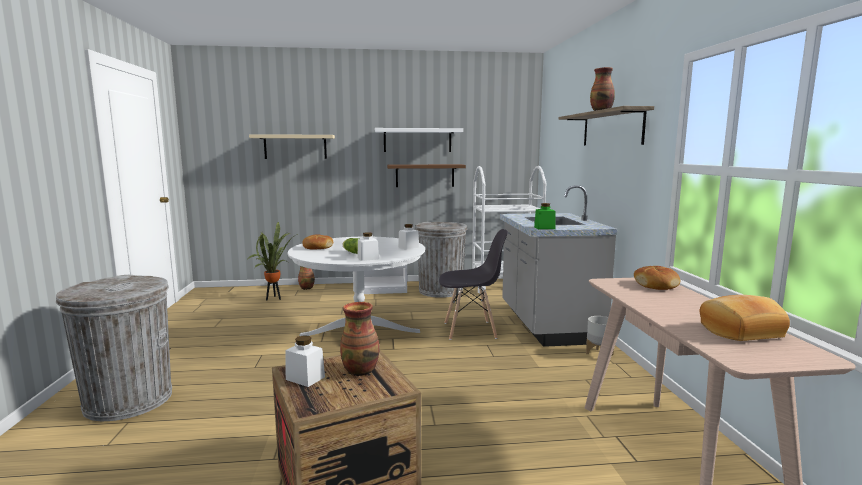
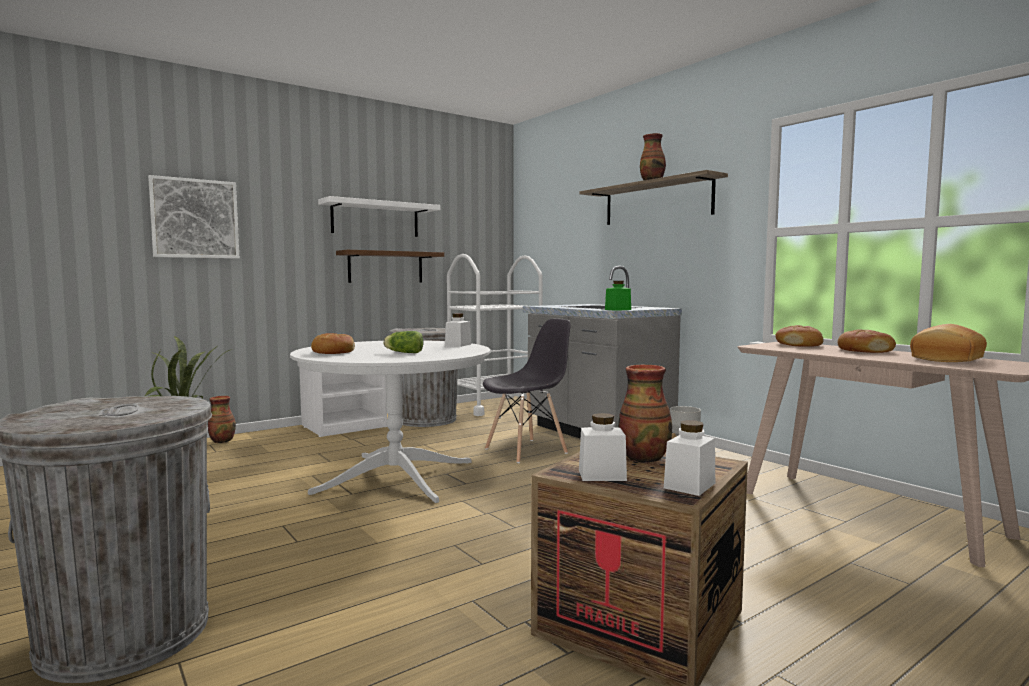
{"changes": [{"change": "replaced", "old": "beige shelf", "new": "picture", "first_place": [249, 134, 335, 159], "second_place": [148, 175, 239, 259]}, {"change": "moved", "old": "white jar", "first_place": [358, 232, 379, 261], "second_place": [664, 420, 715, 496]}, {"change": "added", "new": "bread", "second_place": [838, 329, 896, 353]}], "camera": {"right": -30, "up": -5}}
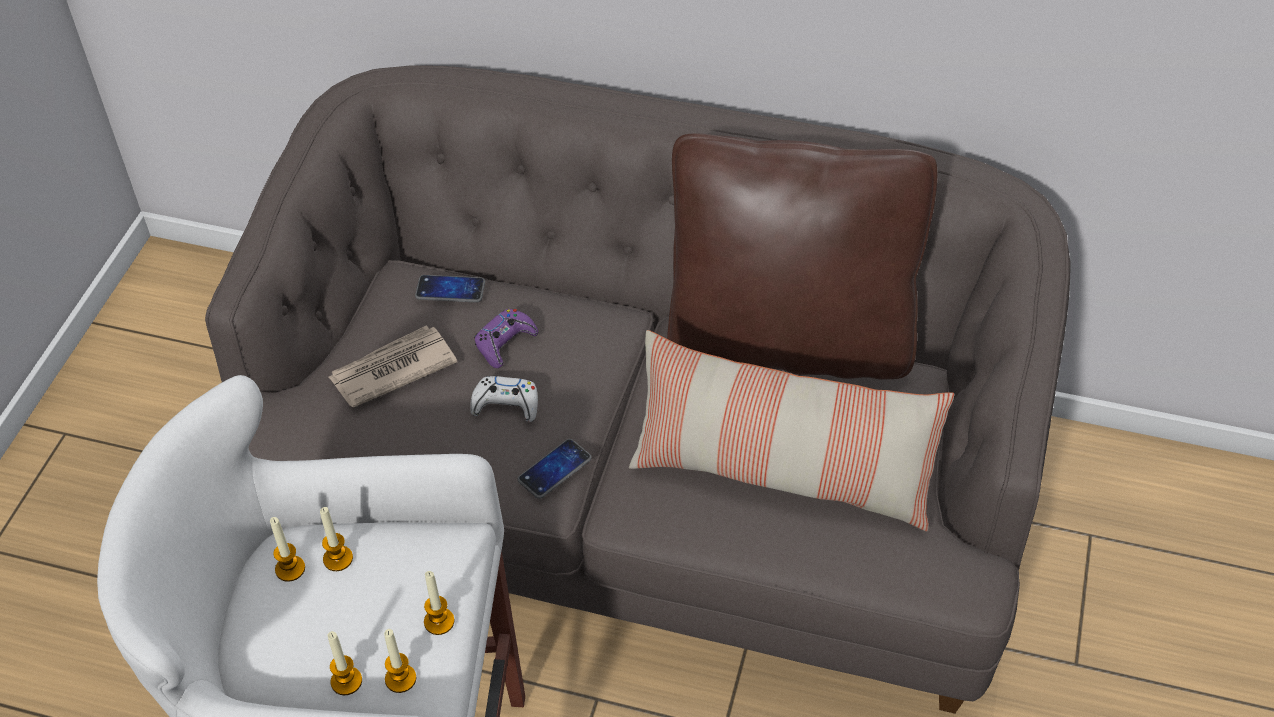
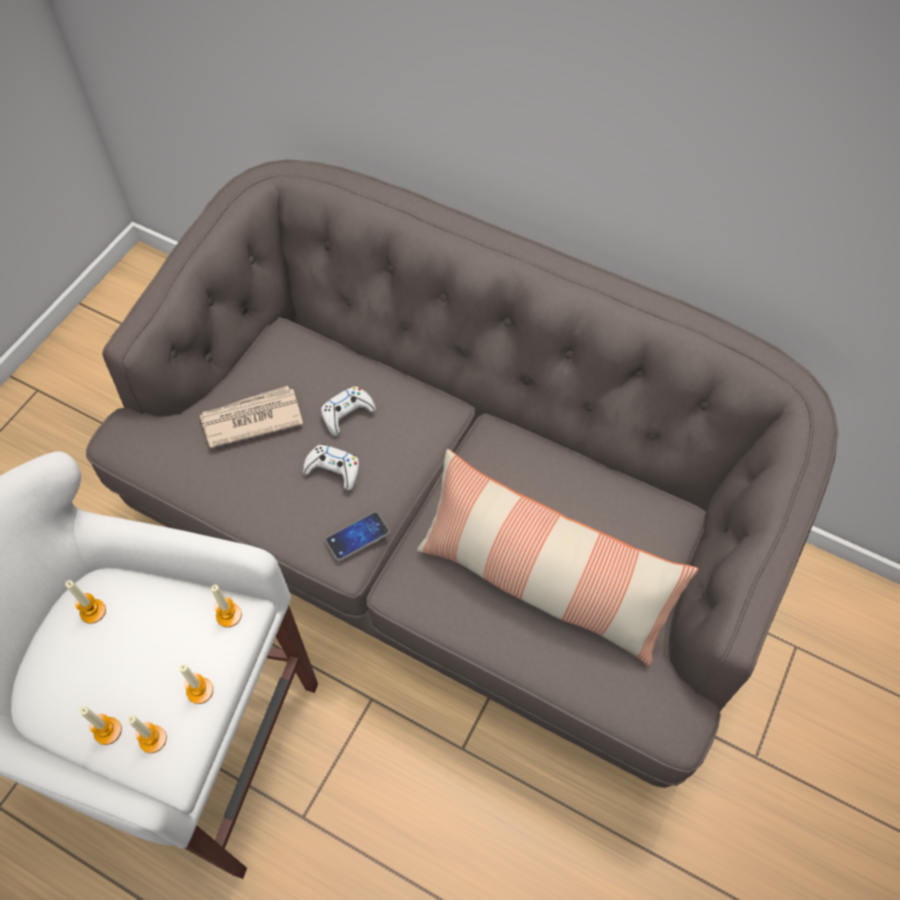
{"changes": [{"change": "moved", "old": "candle", "first_place": [320, 507, 353, 571], "second_place": [211, 585, 242, 627]}, {"change": "removed", "old": "phone", "first_place": [415, 275, 485, 303]}, {"change": "recoloured", "old": "purple game controller", "new": "white game controller", "first_place": [474, 309, 538, 368], "second_place": [321, 386, 376, 436]}, {"change": "removed", "old": "brown pillow", "first_place": [667, 133, 937, 380]}], "camera": {"right": 10, "up": 10}}
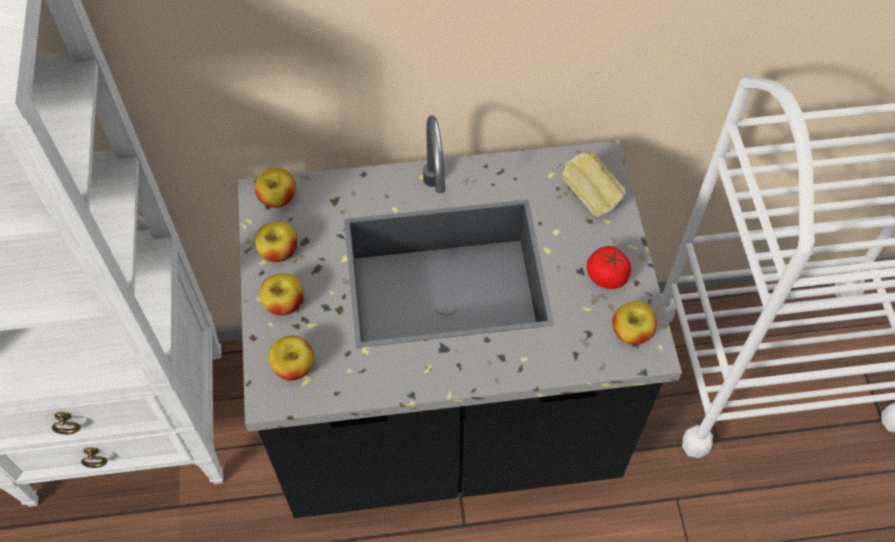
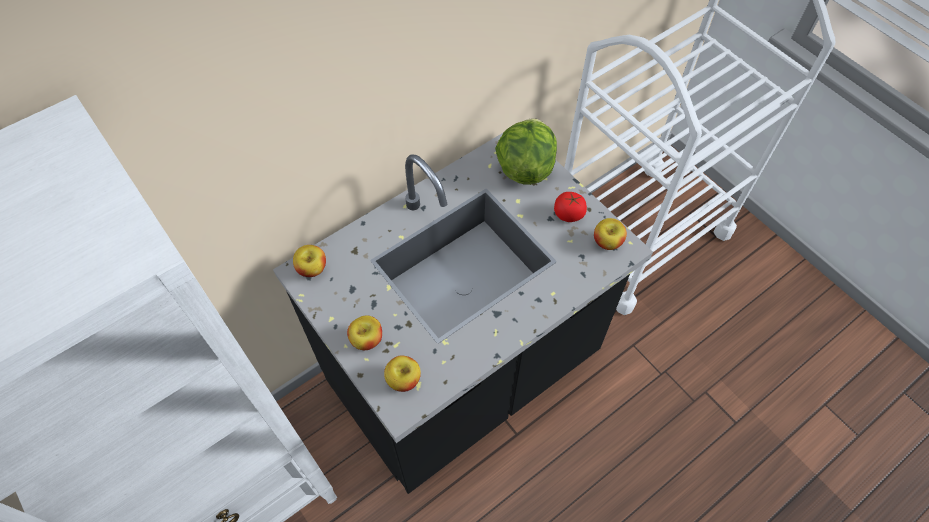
{"changes": [{"change": "removed", "old": "apple", "first_place": [255, 222, 297, 262]}, {"change": "replaced", "old": "bread", "new": "lettuce", "first_place": [561, 150, 626, 217], "second_place": [495, 118, 557, 185]}], "camera": {"right": -30, "up": 0}}
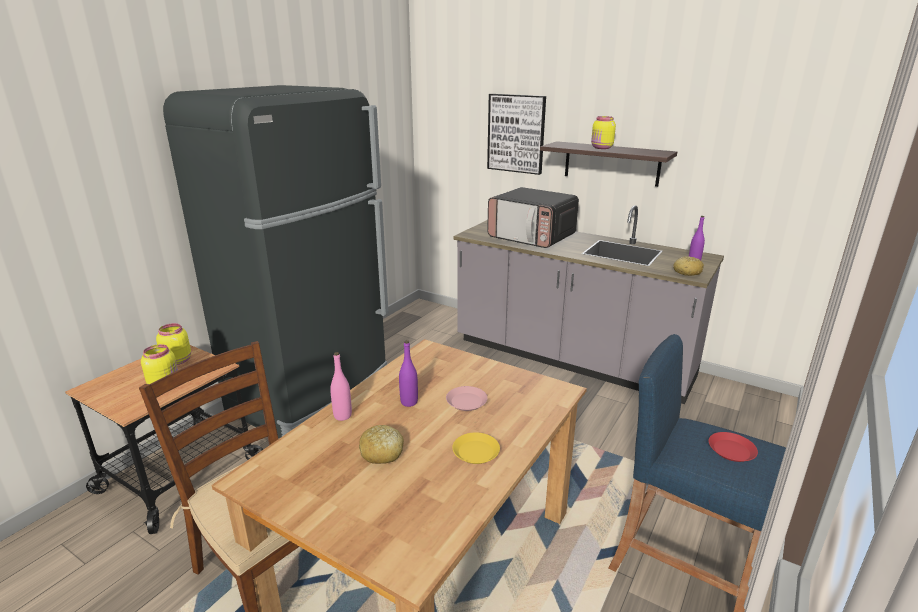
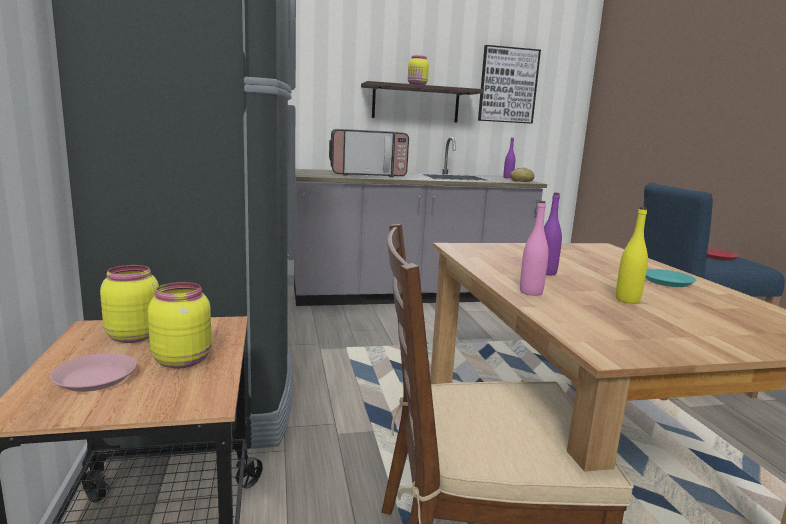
{"changes": [{"change": "replaced", "old": "bread", "new": "yellow bottle", "first_place": [359, 425, 404, 464], "second_place": [616, 207, 648, 304]}, {"change": "moved", "old": "pink plate", "first_place": [446, 386, 488, 411], "second_place": [50, 353, 137, 392]}, {"change": "recoloured", "old": "yellow plate", "new": "turquoise plate", "first_place": [452, 432, 500, 464], "second_place": [646, 269, 696, 287]}, {"change": "moved", "old": "picture", "first_place": [487, 94, 546, 175], "second_place": [478, 45, 541, 124]}], "camera": {"right": -45, "up": -10}}
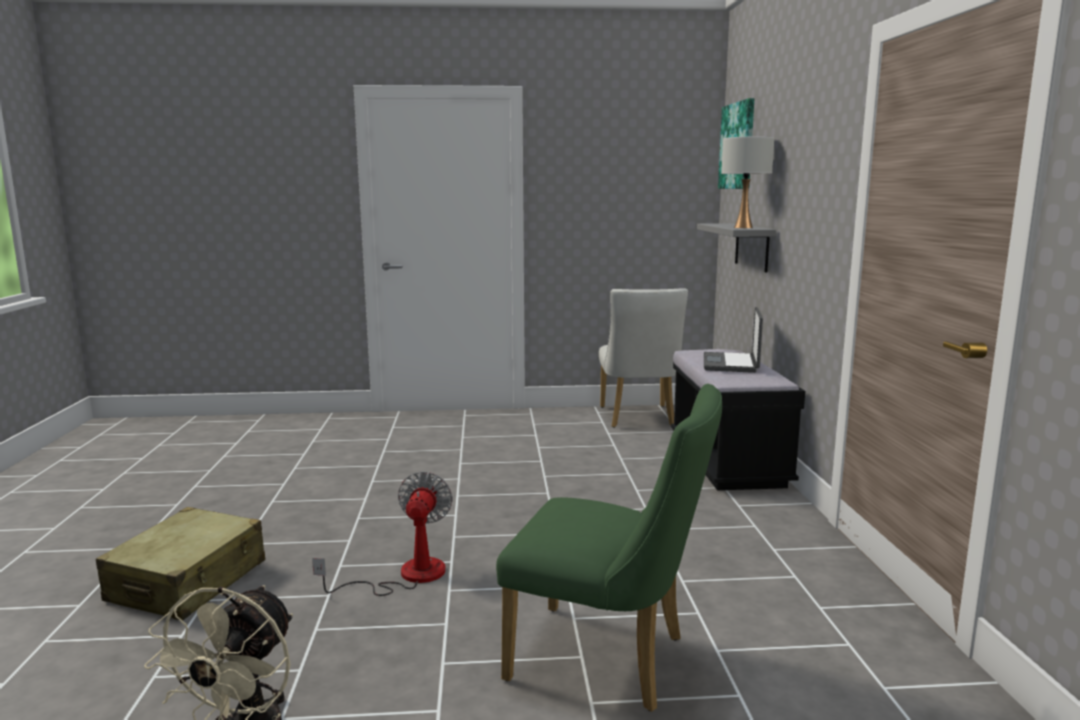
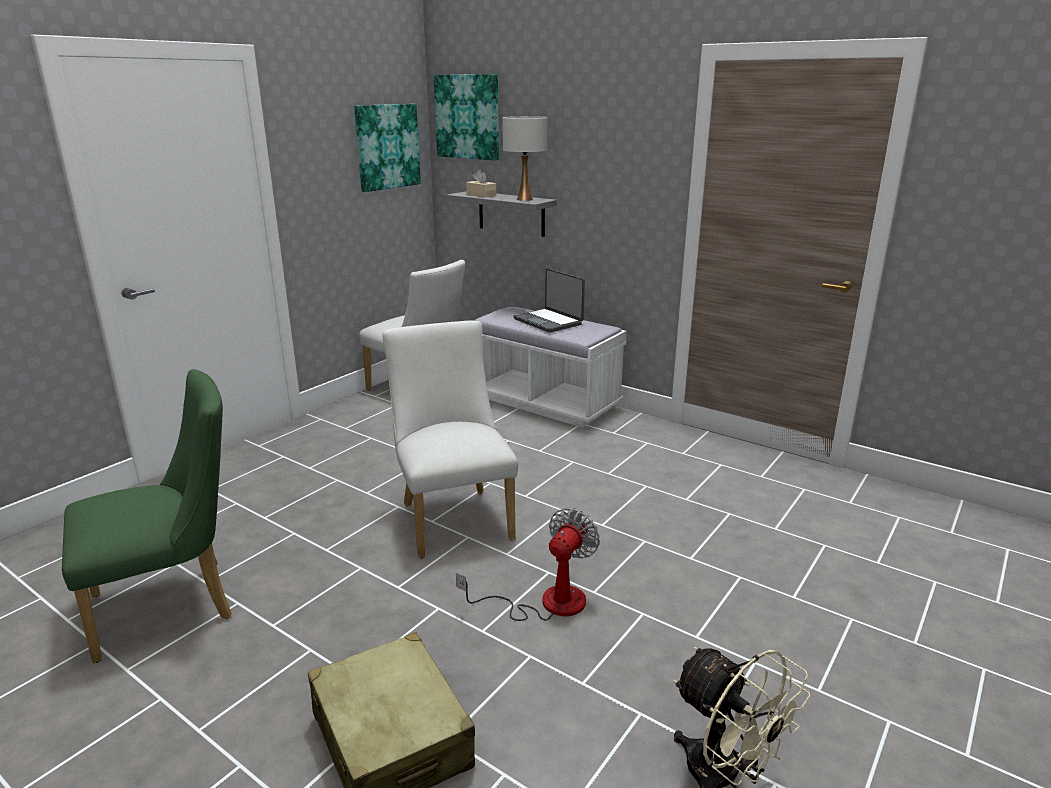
{"changes": [{"change": "turned", "old": "fan", "first_place": [312, 471, 453, 596], "second_place": [456, 508, 600, 621], "degrees": 75}, {"change": "moved", "old": "green chair", "first_place": [496, 384, 722, 712], "second_place": [62, 369, 232, 663]}, {"change": "recoloured", "old": "black bench", "new": "white bench", "first_place": [671, 349, 805, 490], "second_place": [474, 307, 627, 428]}, {"change": "added", "new": "picture", "second_place": [354, 104, 421, 192]}, {"change": "added", "new": "white chair", "second_place": [382, 321, 518, 558]}, {"change": "added", "new": "beige tissue box", "second_place": [466, 170, 496, 198]}], "camera": {"right": -50, "up": 10}}
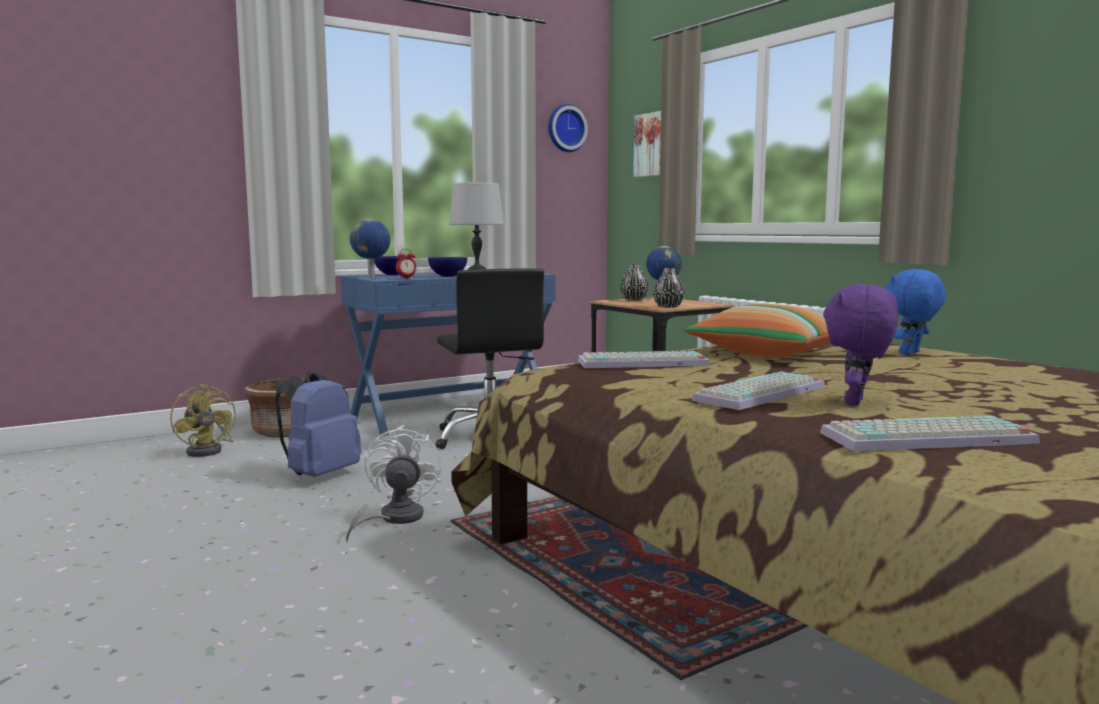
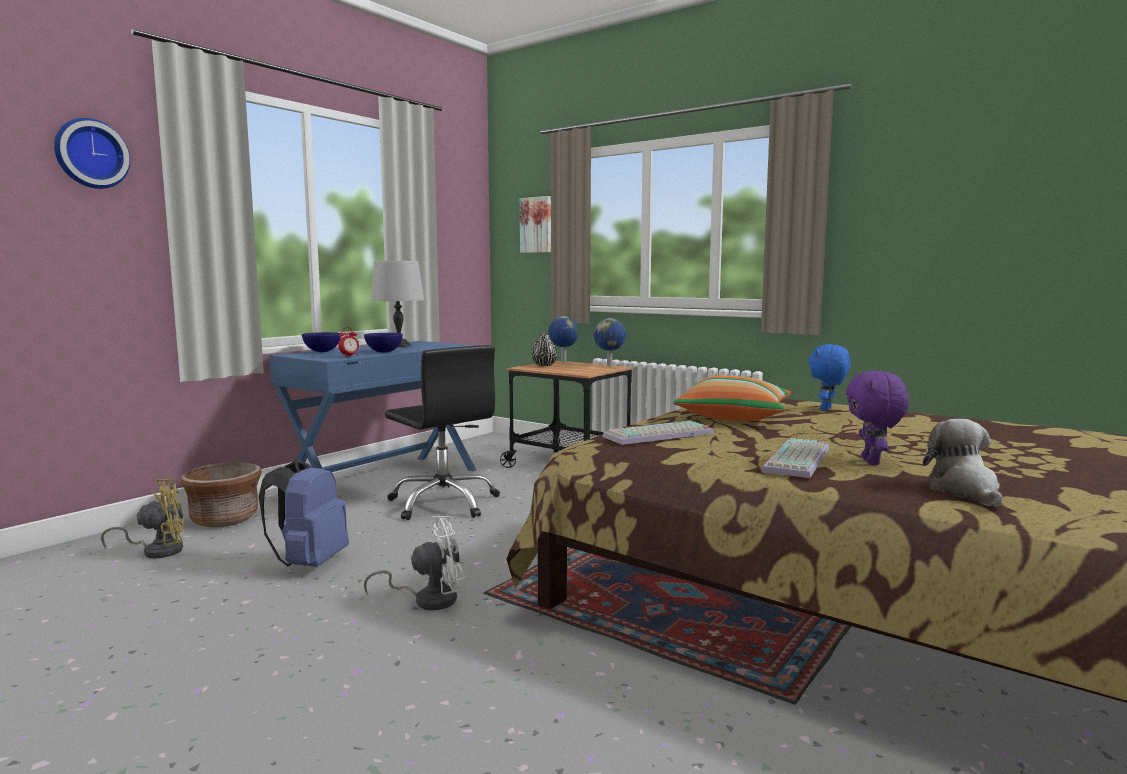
{"changes": [{"change": "turned", "old": "yellow fan", "first_place": [170, 384, 236, 457], "second_place": [101, 479, 184, 559], "degrees": -60}, {"change": "turned", "old": "white fan", "first_place": [346, 425, 441, 542], "second_place": [364, 516, 465, 610], "degrees": 90}, {"change": "moved", "old": "globe", "first_place": [350, 219, 390, 278], "second_place": [594, 318, 626, 366]}, {"change": "moved", "old": "wall clock", "first_place": [548, 104, 588, 152], "second_place": [54, 118, 130, 189]}, {"change": "removed", "old": "black vase", "first_place": [653, 268, 685, 308]}, {"change": "replaced", "old": "keyboard", "new": "plush toy", "first_place": [820, 416, 1040, 451], "second_place": [923, 419, 1003, 507]}], "camera": {"right": -20, "up": 0}}
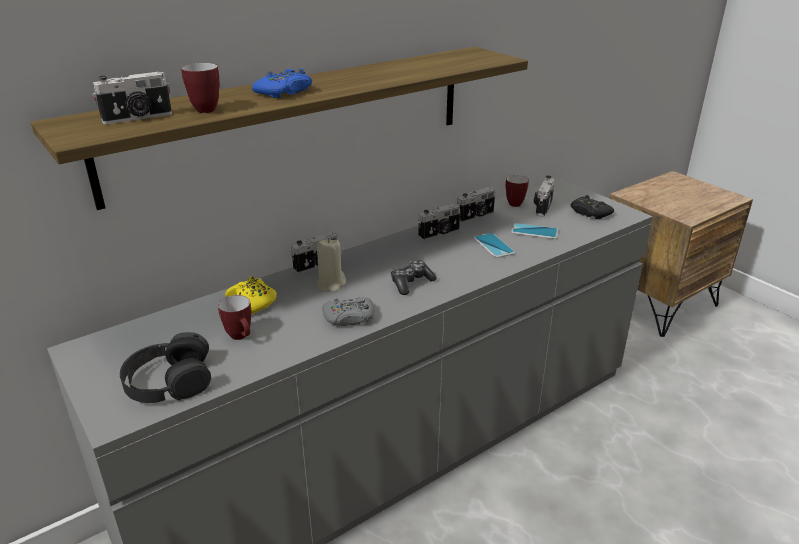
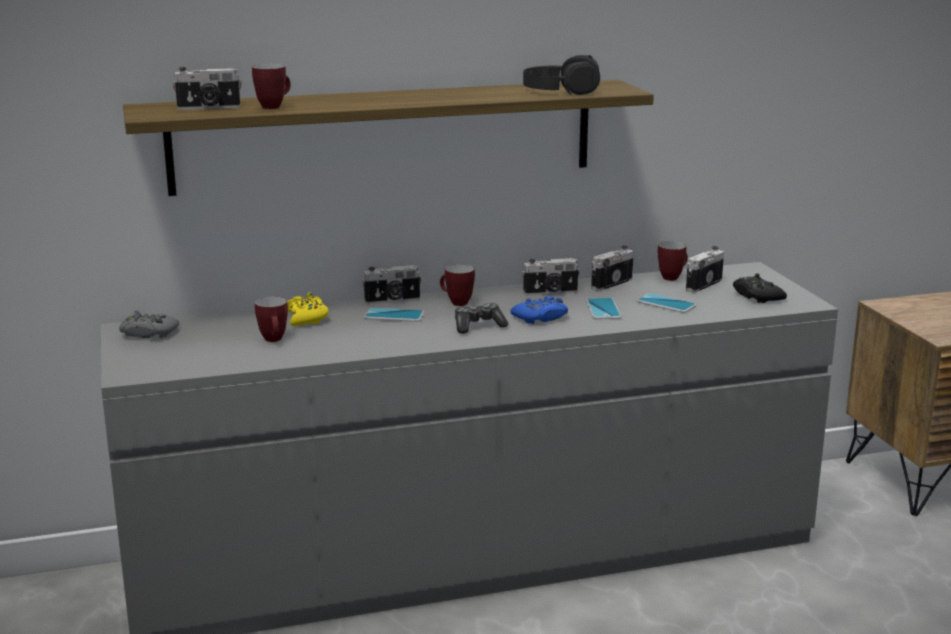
{"changes": [{"change": "moved", "old": "black headphones", "first_place": [120, 332, 211, 403], "second_place": [523, 55, 600, 95]}, {"change": "moved", "old": "blue game controller", "first_place": [252, 68, 312, 98], "second_place": [510, 296, 568, 324]}, {"change": "replaced", "old": "beige candle", "new": "phone", "first_place": [316, 238, 346, 292], "second_place": [364, 308, 424, 322]}, {"change": "moved", "old": "grey game controller", "first_place": [322, 297, 374, 326], "second_place": [119, 310, 179, 338]}, {"change": "turned", "old": "photo camera", "first_place": [457, 187, 495, 223], "second_place": [591, 245, 634, 291], "degrees": 150}, {"change": "added", "new": "mug", "second_place": [440, 264, 475, 306]}], "camera": {"right": 20, "up": -10}}
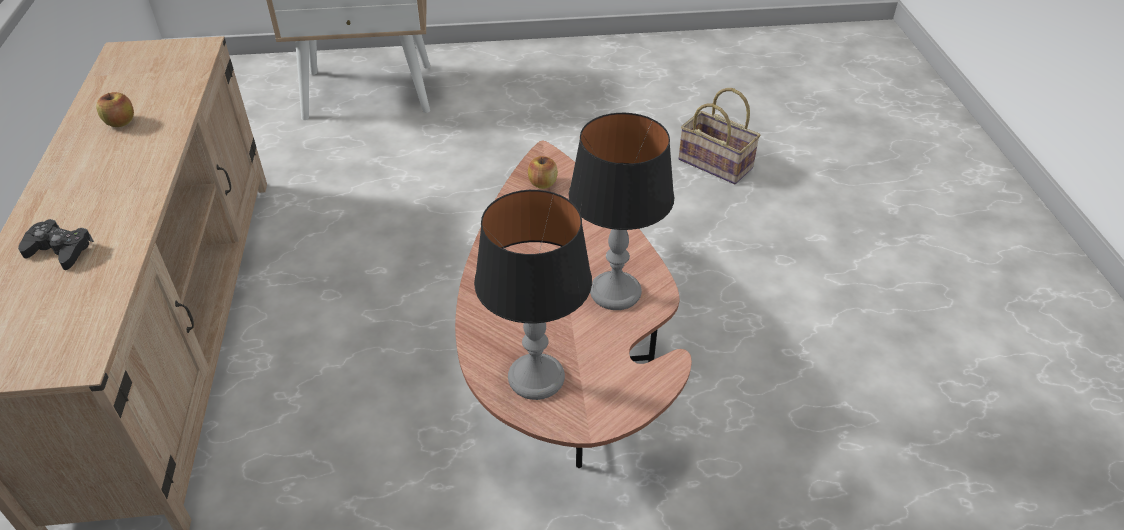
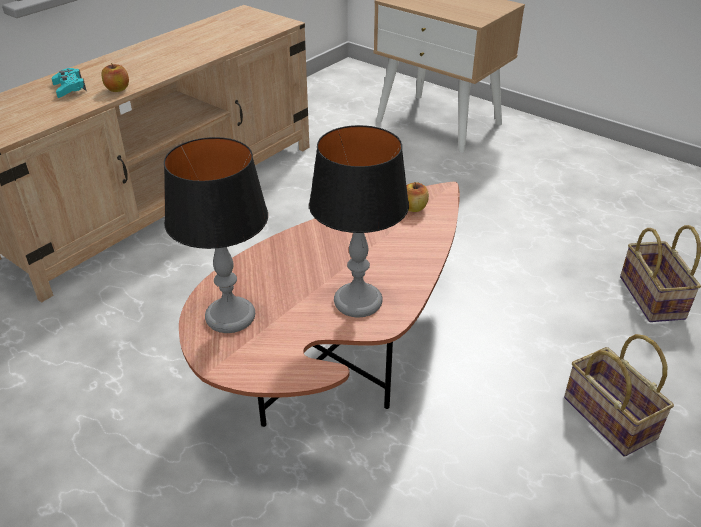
{"changes": [{"change": "recoloured", "old": "black game controller", "new": "turquoise game controller", "first_place": [18, 219, 94, 270], "second_place": [52, 68, 86, 98]}, {"change": "moved", "old": "apple", "first_place": [96, 92, 134, 127], "second_place": [102, 63, 129, 92]}, {"change": "added", "new": "basket", "second_place": [564, 334, 674, 457]}], "camera": {"right": 45, "up": -5}}
